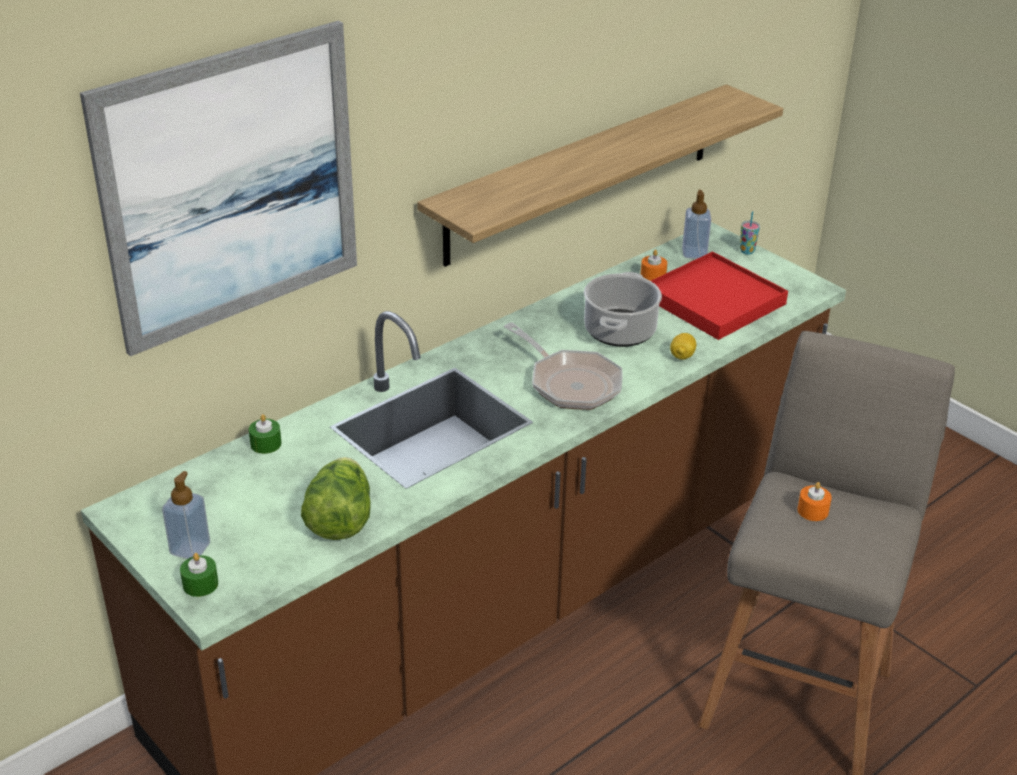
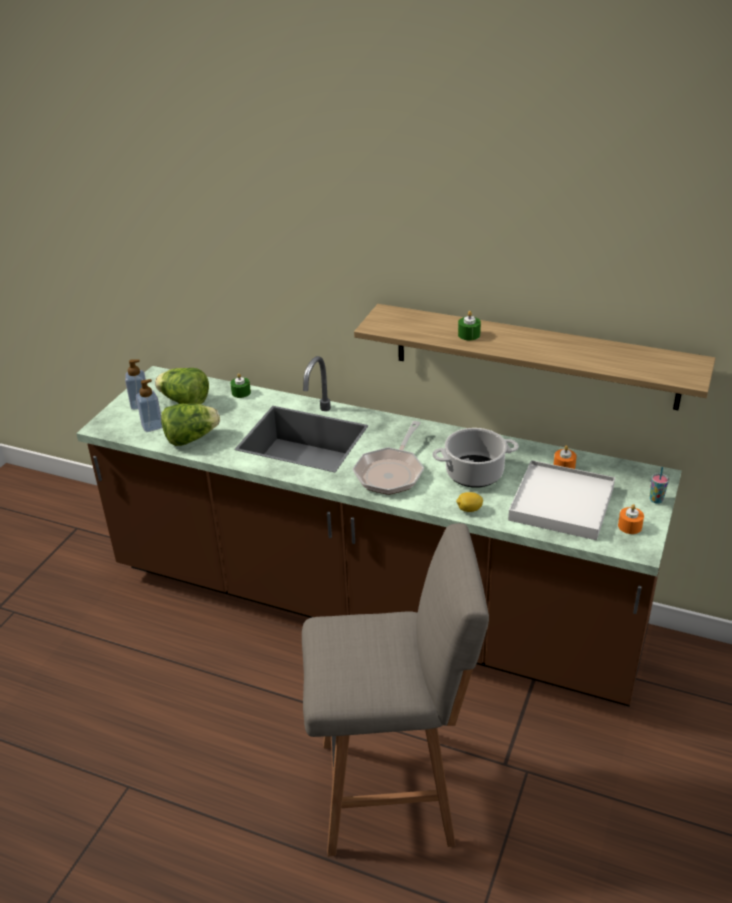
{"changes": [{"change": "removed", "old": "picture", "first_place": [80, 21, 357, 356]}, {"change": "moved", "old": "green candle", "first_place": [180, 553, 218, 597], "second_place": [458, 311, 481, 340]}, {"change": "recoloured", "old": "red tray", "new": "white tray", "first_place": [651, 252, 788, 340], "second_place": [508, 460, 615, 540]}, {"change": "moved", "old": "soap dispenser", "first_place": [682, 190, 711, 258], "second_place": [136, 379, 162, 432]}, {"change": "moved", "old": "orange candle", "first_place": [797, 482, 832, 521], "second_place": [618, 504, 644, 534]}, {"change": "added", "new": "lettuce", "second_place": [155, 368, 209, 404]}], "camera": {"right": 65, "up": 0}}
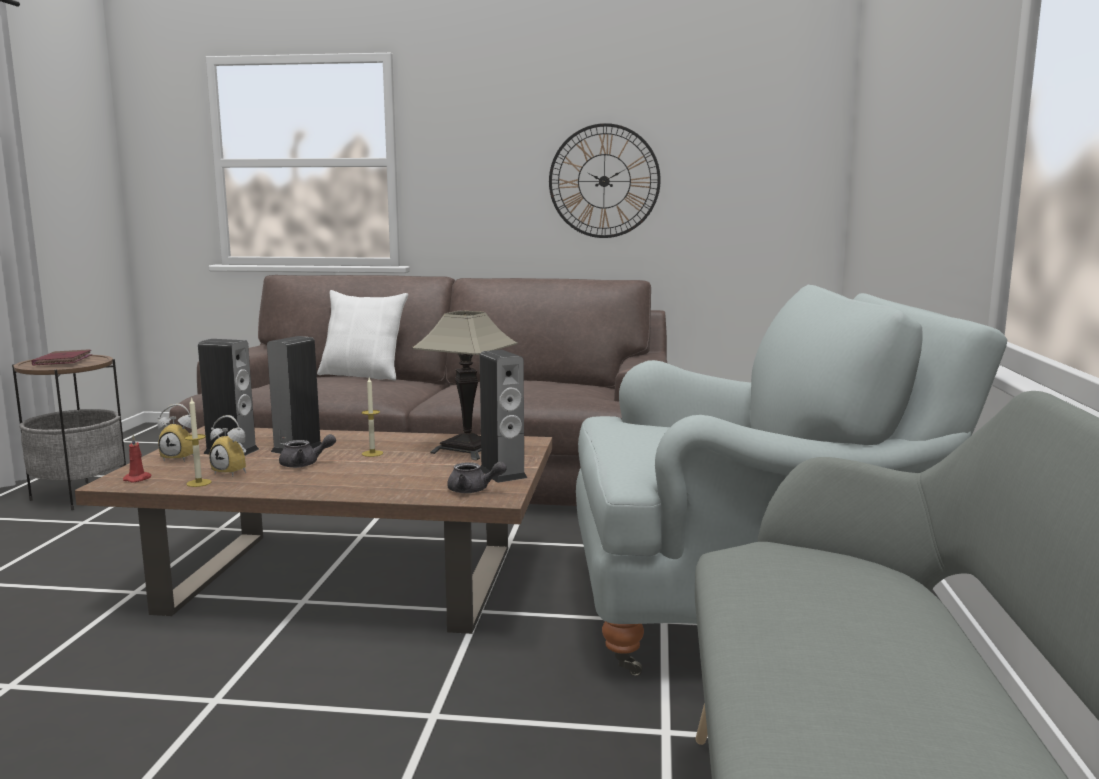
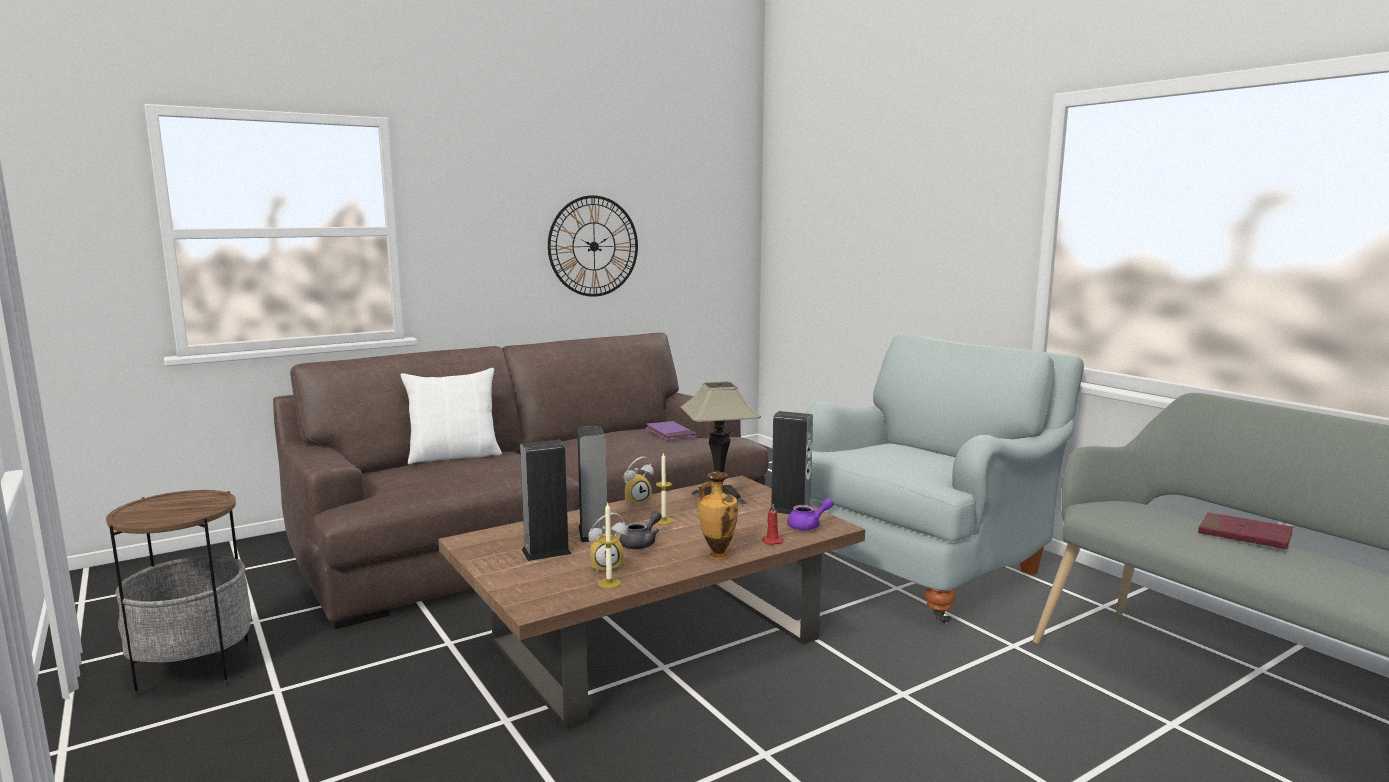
{"changes": [{"change": "moved", "old": "red book", "first_place": [31, 349, 92, 365], "second_place": [1198, 512, 1293, 549]}, {"change": "moved", "old": "red candle", "first_place": [123, 435, 152, 482], "second_place": [762, 504, 784, 545]}, {"change": "moved", "old": "alarm clock", "first_place": [157, 404, 193, 462], "second_place": [623, 456, 654, 506]}, {"change": "recoloured", "old": "grey teapot", "new": "purple teapot", "first_place": [447, 462, 506, 493], "second_place": [787, 498, 833, 530]}, {"change": "added", "new": "purple book", "second_place": [646, 421, 696, 441]}, {"change": "added", "new": "vase", "second_place": [698, 472, 738, 560]}], "camera": {"right": -40, "up": 0}}
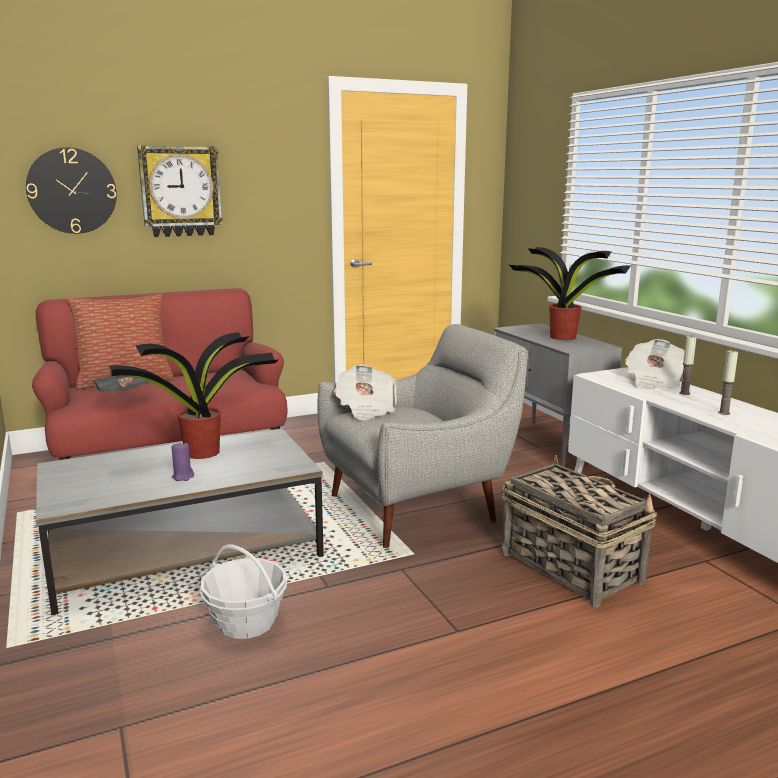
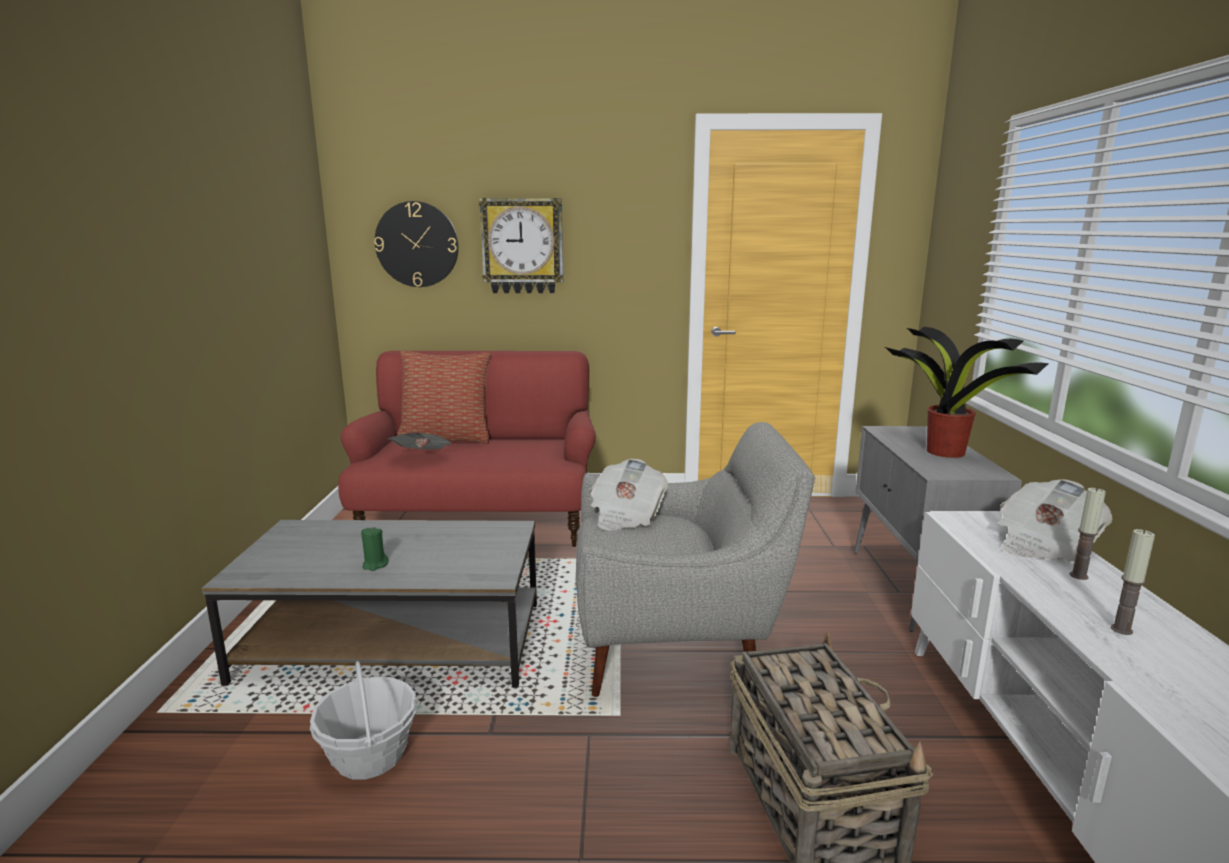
{"changes": [{"change": "removed", "old": "potted plant", "first_place": [110, 332, 279, 459]}, {"change": "recoloured", "old": "purple candle", "new": "green candle", "first_place": [171, 442, 194, 481], "second_place": [361, 527, 389, 571]}], "camera": {"right": 25, "up": 0}}
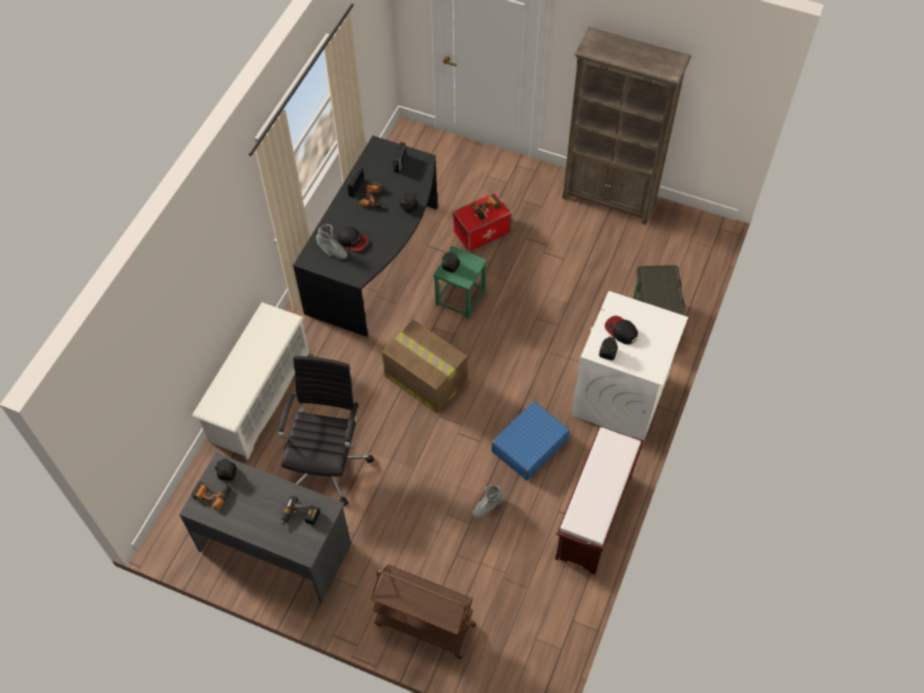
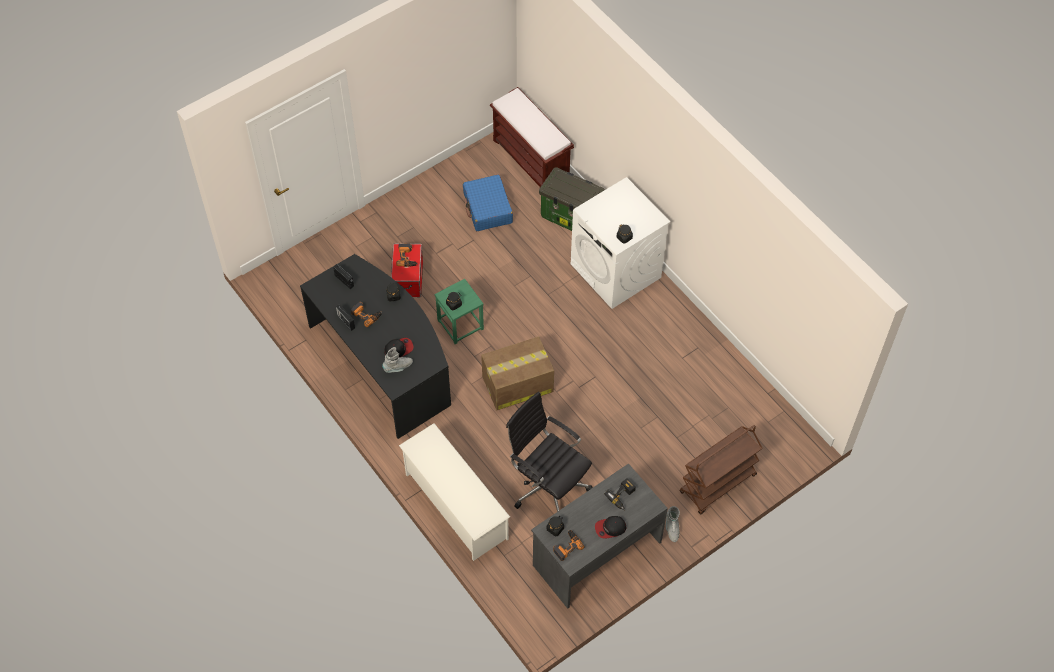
{"changes": [{"change": "moved", "old": "grey boot", "first_place": [472, 485, 504, 518], "second_place": [666, 506, 680, 542]}, {"change": "moved", "old": "blue suitcase", "first_place": [491, 402, 570, 480], "second_place": [463, 175, 513, 231]}, {"change": "moved", "old": "brown bench", "first_place": [555, 426, 644, 575], "second_place": [490, 87, 574, 187]}, {"change": "removed", "old": "brown bookcase", "first_place": [562, 27, 691, 225]}, {"change": "moved", "old": "cap", "first_place": [605, 316, 638, 345], "second_place": [595, 516, 627, 539]}], "camera": {"right": -60, "up": 0}}
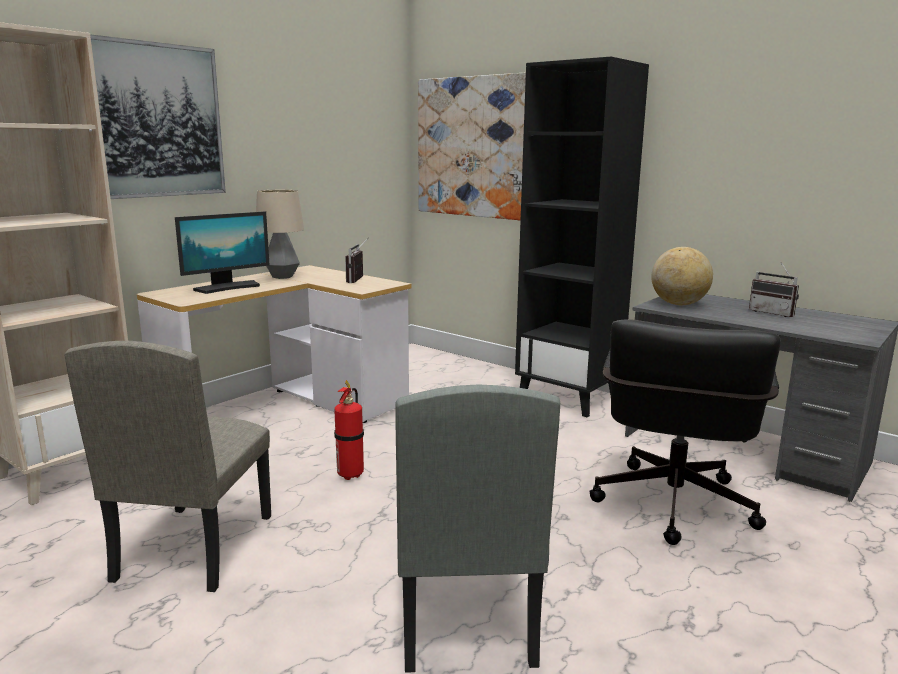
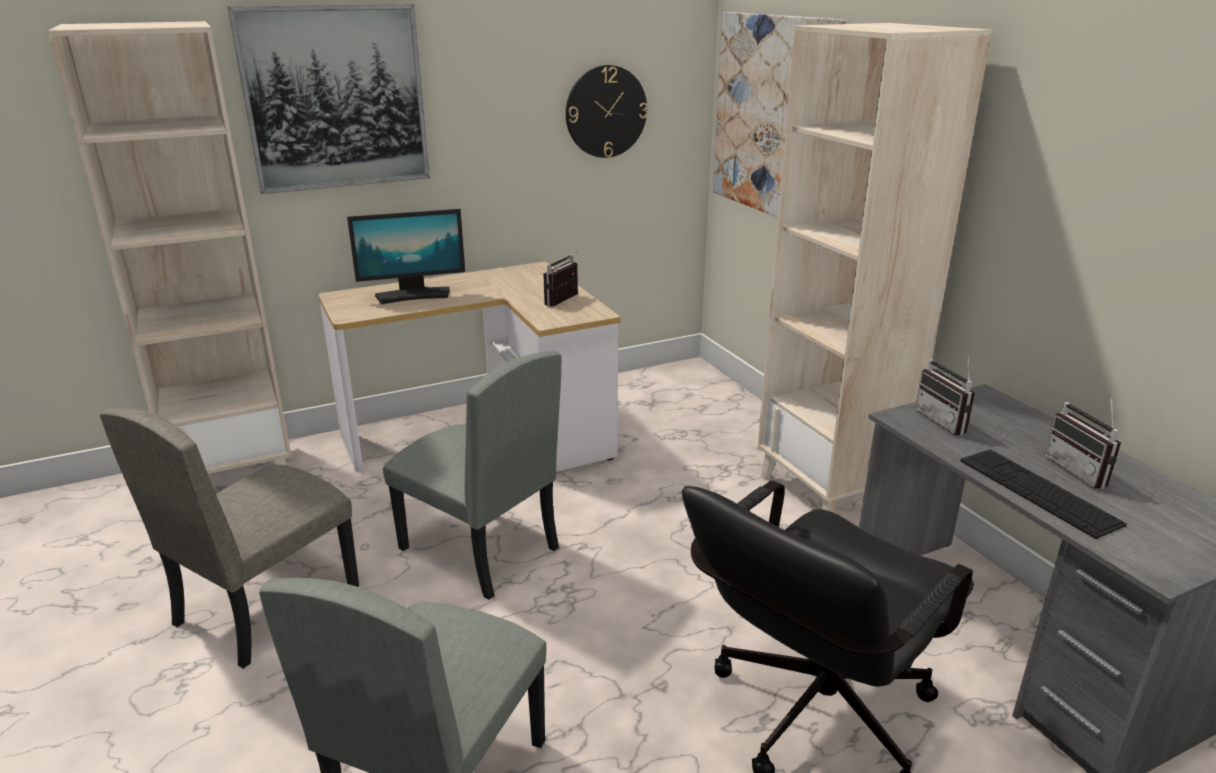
{"changes": [{"change": "removed", "old": "table lamp", "first_place": [256, 190, 304, 279]}, {"change": "replaced", "old": "fire extinguisher", "new": "grey chair", "first_place": [334, 380, 364, 480], "second_place": [383, 351, 561, 600]}, {"change": "recoloured", "old": "black bookcase", "new": "beige bookcase", "first_place": [515, 57, 649, 417], "second_place": [758, 23, 992, 513]}, {"change": "replaced", "old": "globe", "new": "radio", "first_place": [651, 247, 713, 305], "second_place": [915, 350, 975, 435]}, {"change": "added", "new": "wall clock", "second_place": [566, 65, 648, 158]}, {"change": "added", "new": "keyboard", "second_place": [960, 450, 1127, 539]}], "camera": {"right": 25, "up": 10}}
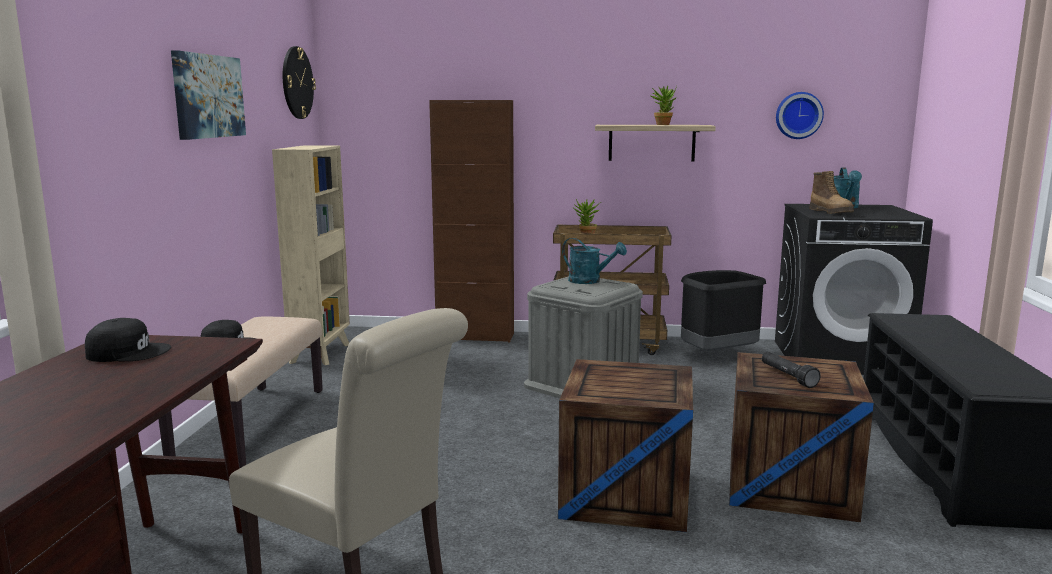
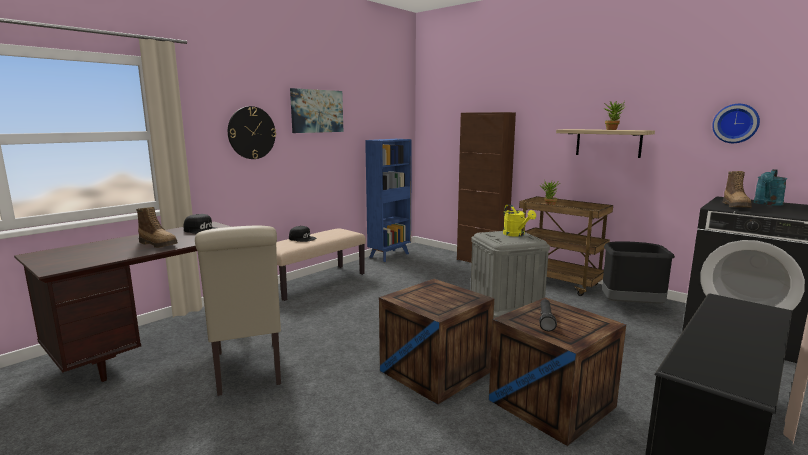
{"changes": [{"change": "recoloured", "old": "beige bookcase", "new": "blue bookcase", "first_place": [272, 145, 350, 365], "second_place": [365, 139, 412, 262]}, {"change": "moved", "old": "wall clock", "first_place": [283, 46, 316, 119], "second_place": [228, 106, 276, 159]}, {"change": "recoloured", "old": "turquoise watering can", "new": "yellow watering can", "first_place": [562, 238, 627, 284], "second_place": [503, 204, 536, 237]}, {"change": "added", "new": "boot", "second_place": [136, 207, 178, 248]}], "camera": {"right": 35, "up": 0}}
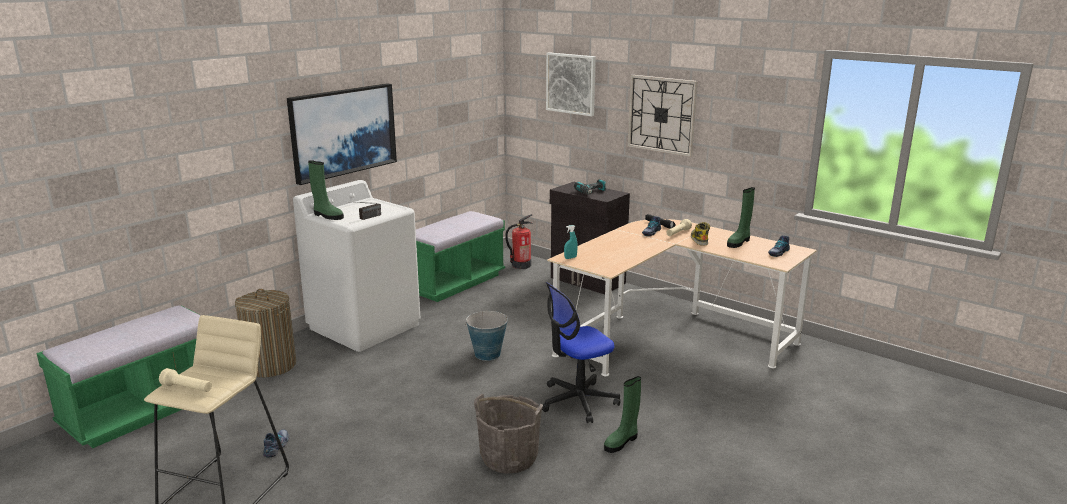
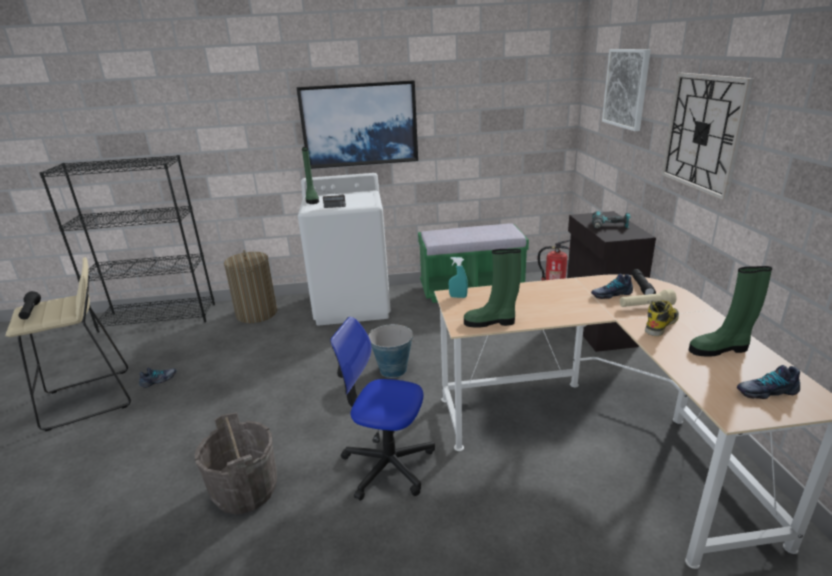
{"changes": [{"change": "replaced", "old": "green bench", "new": "black bookcase", "first_place": [36, 305, 201, 448], "second_place": [39, 155, 215, 333]}, {"change": "recoloured", "old": "beige flashlight", "new": "black flashlight", "first_place": [159, 368, 212, 392], "second_place": [19, 291, 41, 319]}, {"change": "moved", "old": "green boot", "first_place": [604, 376, 641, 453], "second_place": [464, 249, 521, 328]}], "camera": {"right": 45, "up": 5}}
